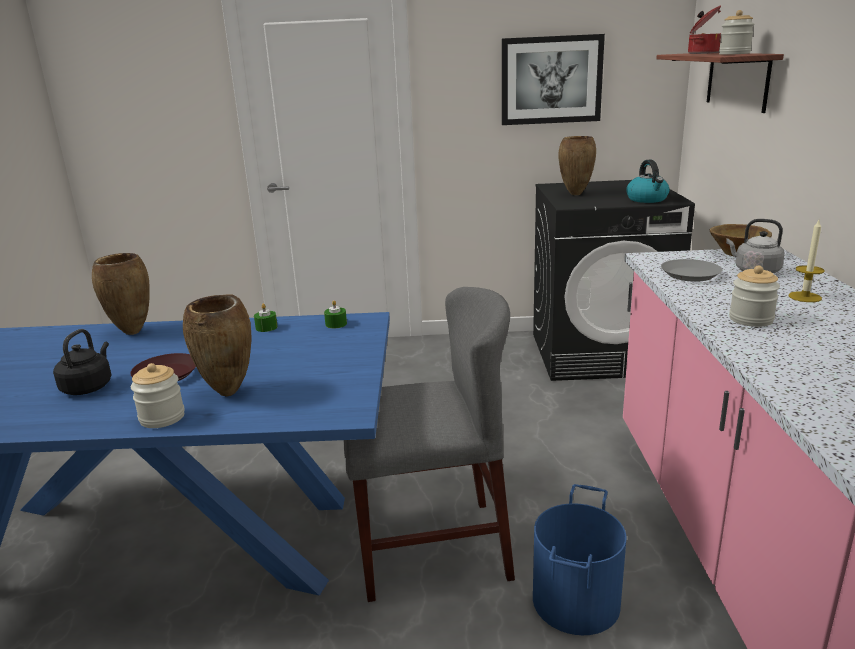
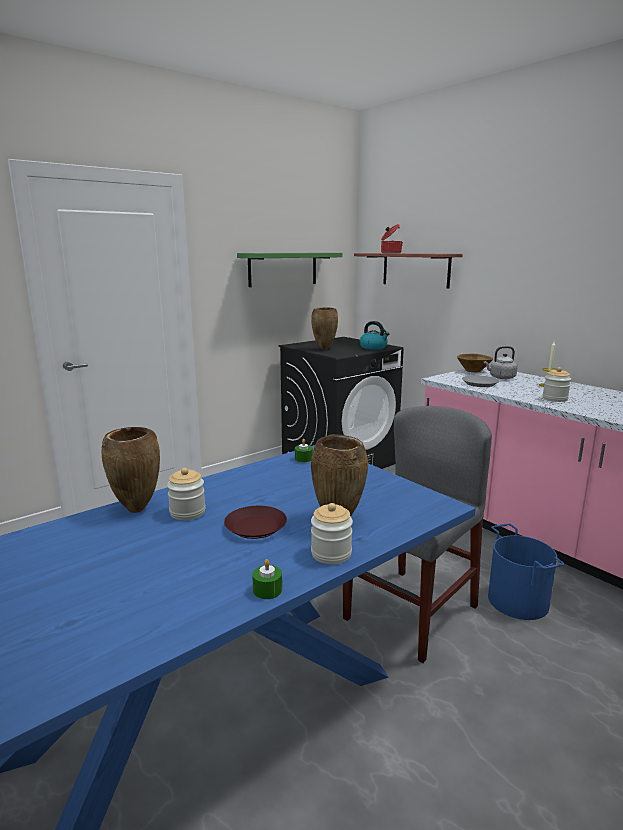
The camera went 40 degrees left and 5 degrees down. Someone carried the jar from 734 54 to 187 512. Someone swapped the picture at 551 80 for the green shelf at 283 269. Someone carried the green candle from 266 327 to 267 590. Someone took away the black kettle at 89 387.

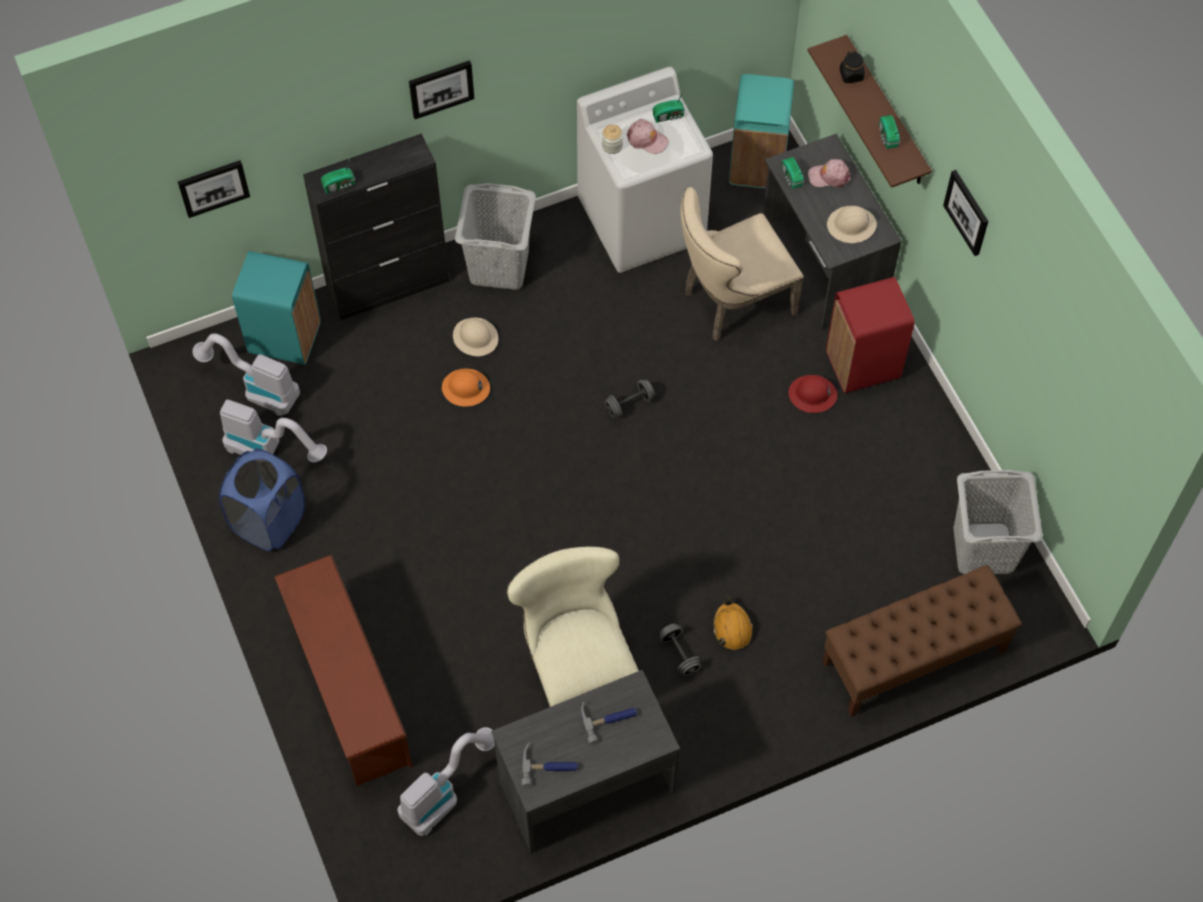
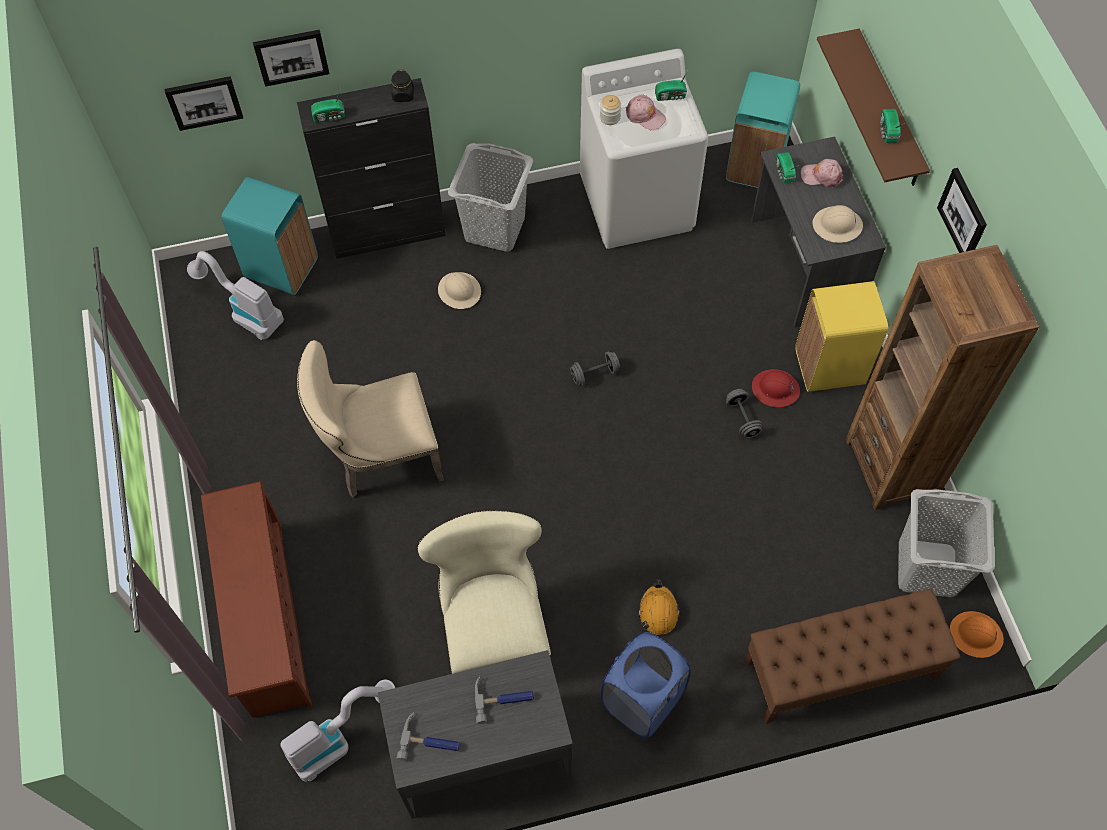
The camera went 10 degrees right and 0 degrees up. Someone carried the black jar from 851 75 to 403 95. Someone carried the picture from 441 88 to 291 56. Someone carried the beige chair from 732 302 to 380 458. Someone repainted the red trash can at 862 364, which became the yellow trash can at 828 366. Someone carried the orange hard hat from 466 388 to 975 635. Someone took away the vacuum cleaner at 270 450. Someone carried the blue laundry basket from 269 521 to 642 700. Someone carried the grey dumbbell from 679 654 to 742 419. Someone put down the brown bookcase at 892 466.

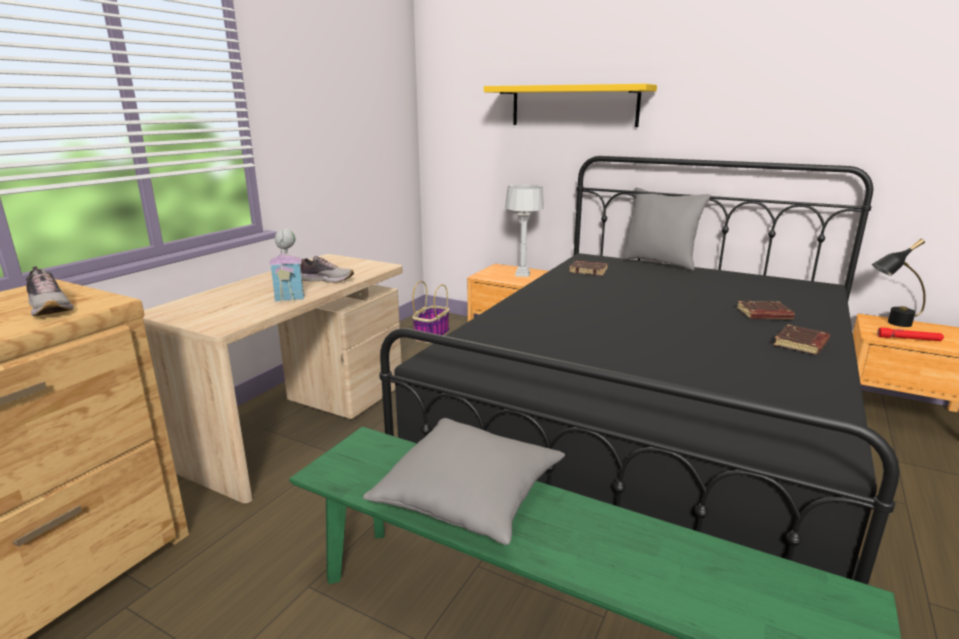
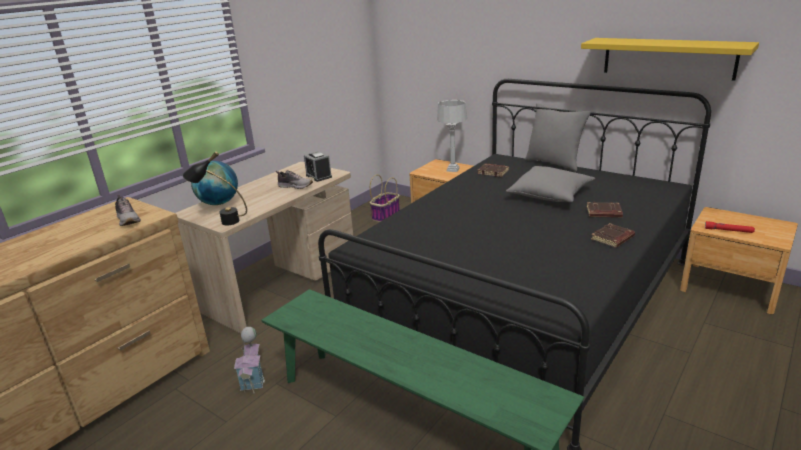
The camera went 10 degrees right and 5 degrees up. Someone carried the yellow shelf from 574 106 to 668 58. Someone carried the toy house from 290 293 to 253 377. Someone carried the black table lamp from 890 323 to 222 222. Someone carried the grey pillow from 469 496 to 550 195. Someone put down the alarm clock at 319 176. Someone put down the globe at 219 203.

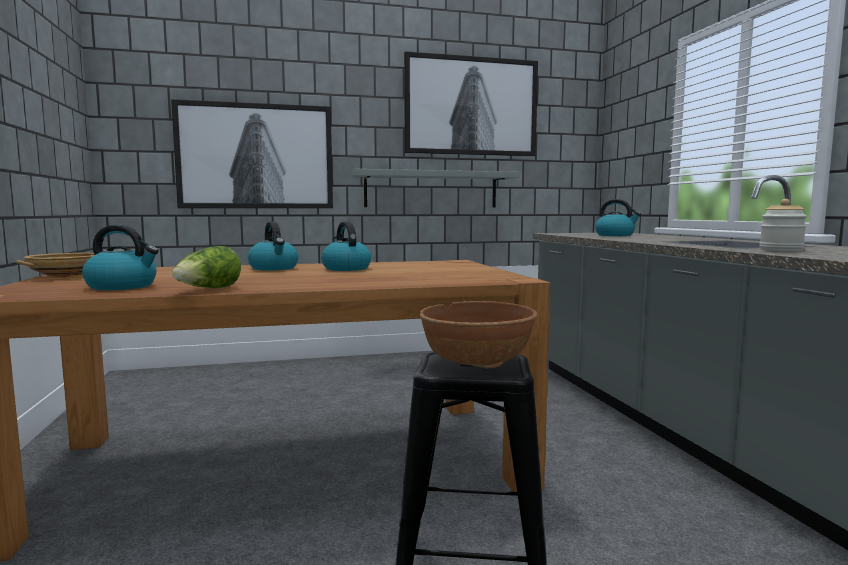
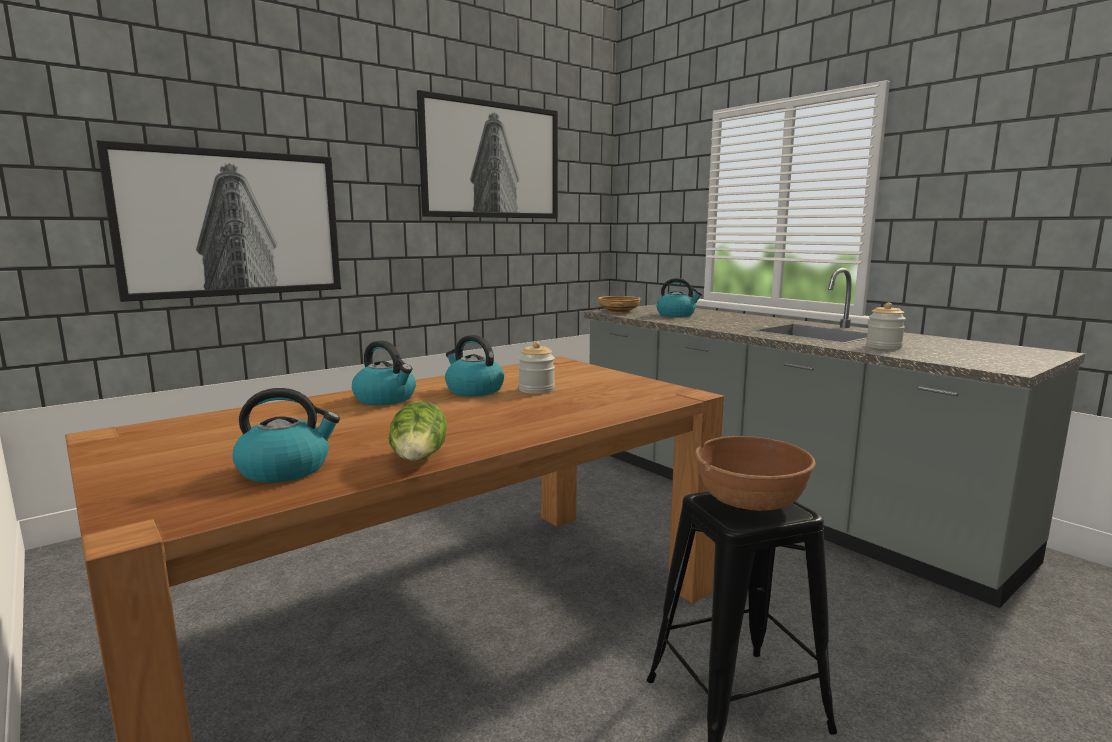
The camera went 25 degrees left and 5 degrees up. Someone took away the grey shelf at 431 189. Someone carried the beige bowl from 65 276 to 619 312. Someone put down the jar at 536 390.

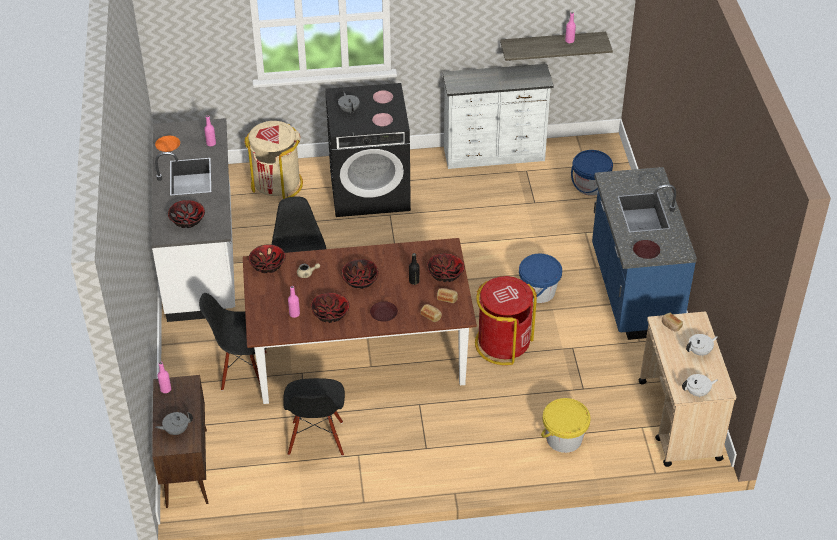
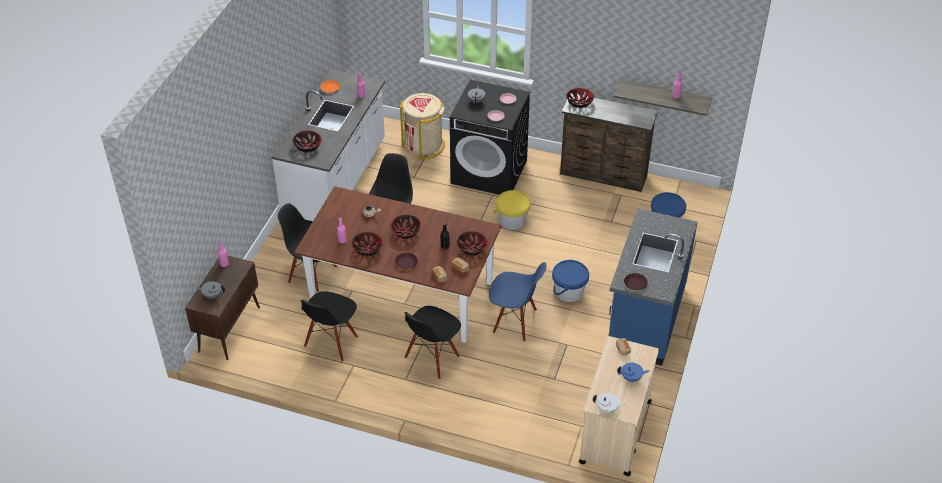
The camera went 25 degrees right and 0 degrees up. Someone repainted the white dresser at 495 155, which became the brown dresser at 603 175. Someone carried the bowl from 267 265 to 579 103. Someone swapped the red trash can at 503 343 for the blue chair at 515 322. Someone repainted the white teapot at 700 351, which became the blue teapot at 631 378. Someone carried the yellow bucket from 564 438 to 512 221. Someone put down the black chair at 432 358.

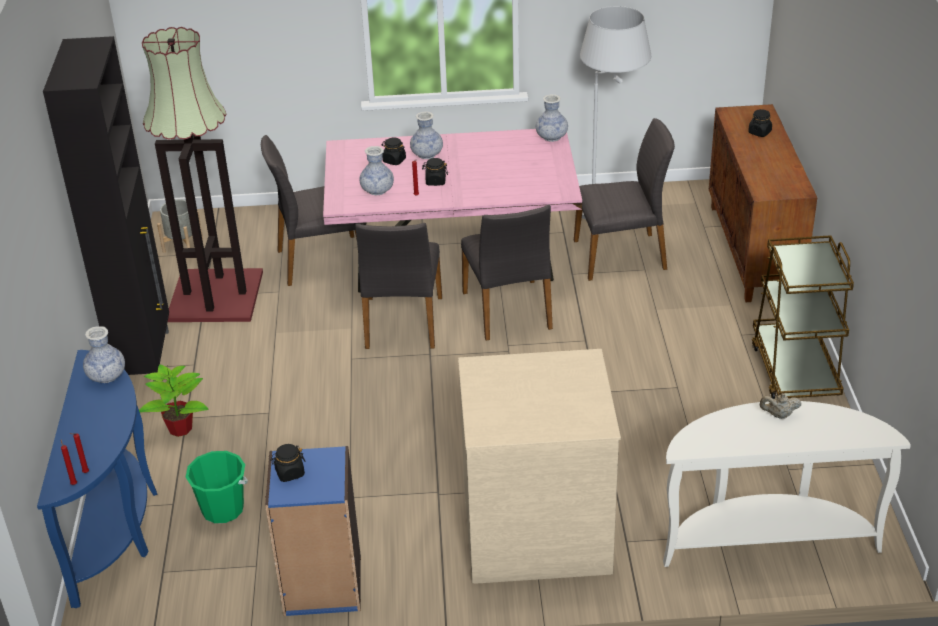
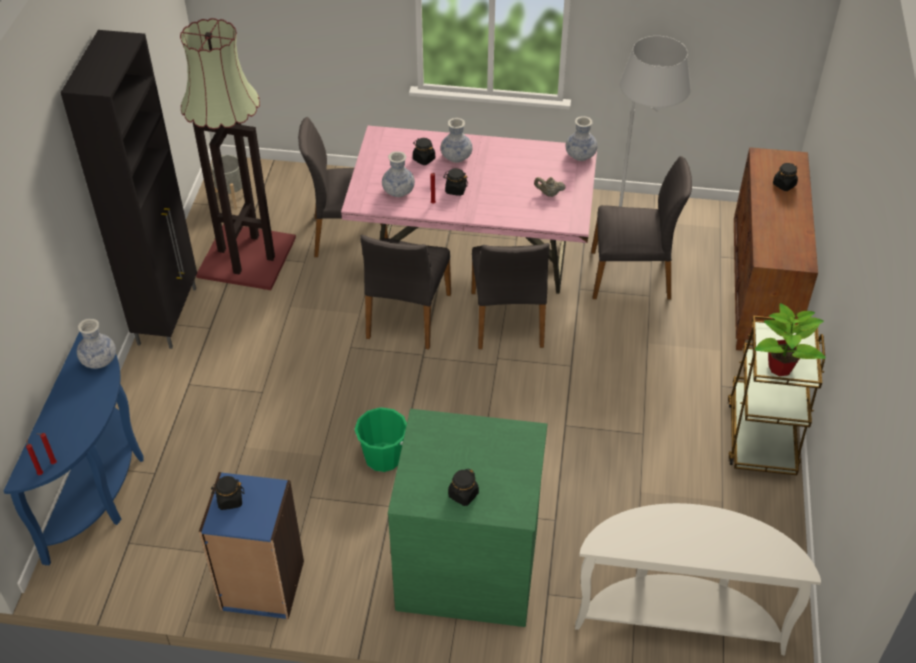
The camera went 10 degrees right and 10 degrees up. Someone repainted the beige dresser at 536 530, which became the green dresser at 468 565. Someone carried the potted plant from 181 428 to 781 367. Someone carried the beige teapot from 779 415 to 549 194. Someone carried the green bucket from 223 509 to 383 457. Someone put down the black jar at 463 495.

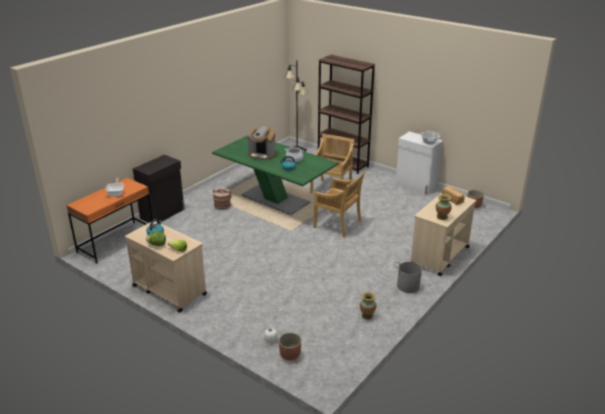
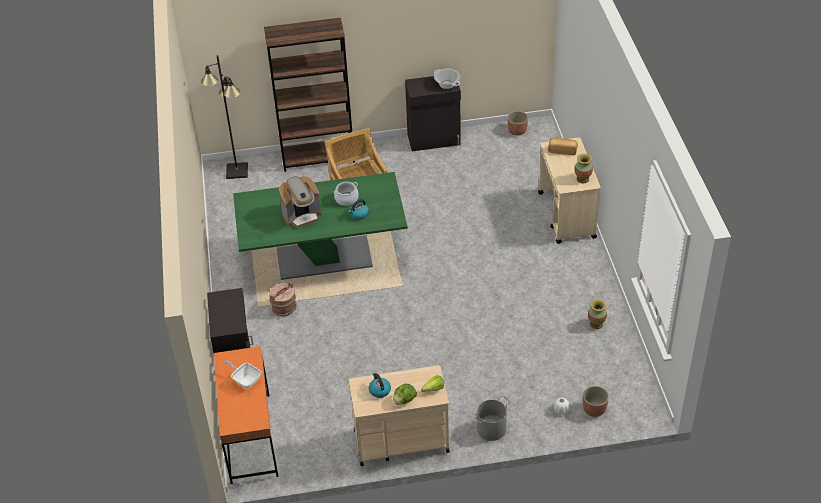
The camera went 45 degrees left and 15 degrees up. Someone repainted the white cabinet at 416 186, which became the black cabinet at 434 140. Someone took away the beige chair at 338 224. Someone carried the grey bucket from 408 286 to 491 429.

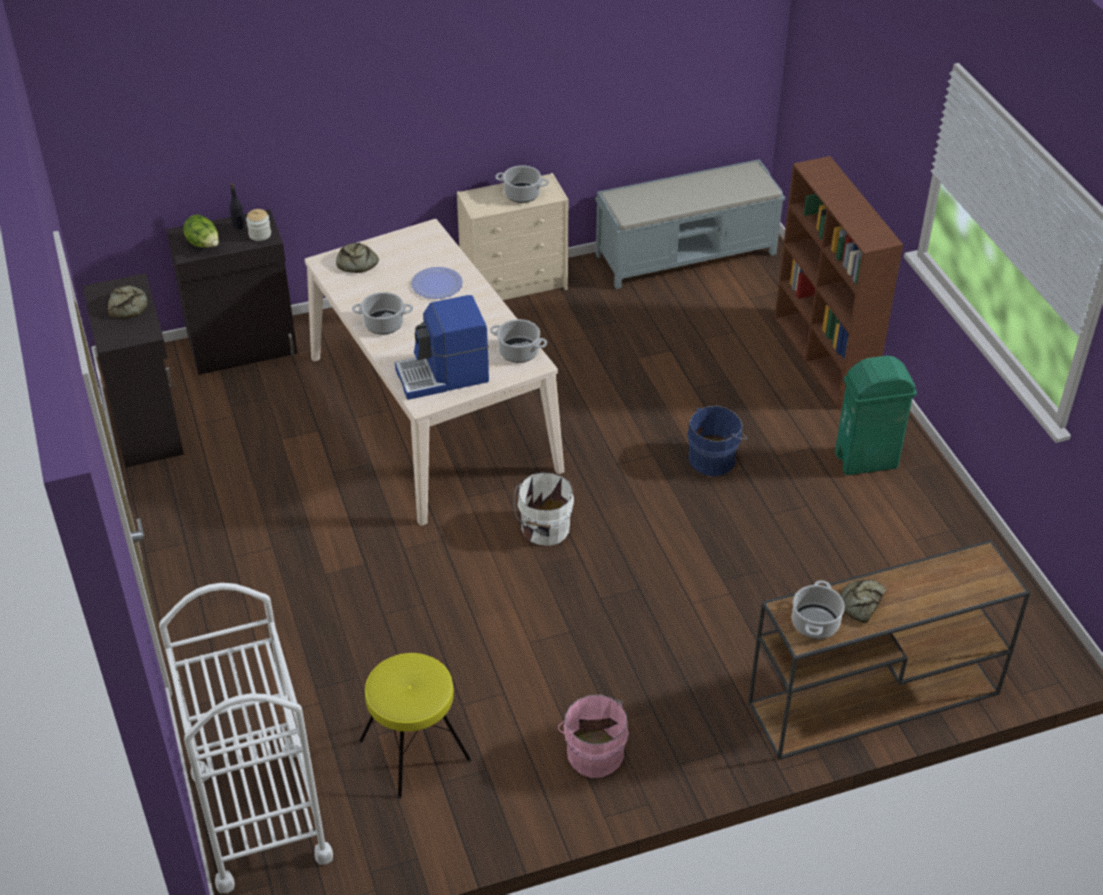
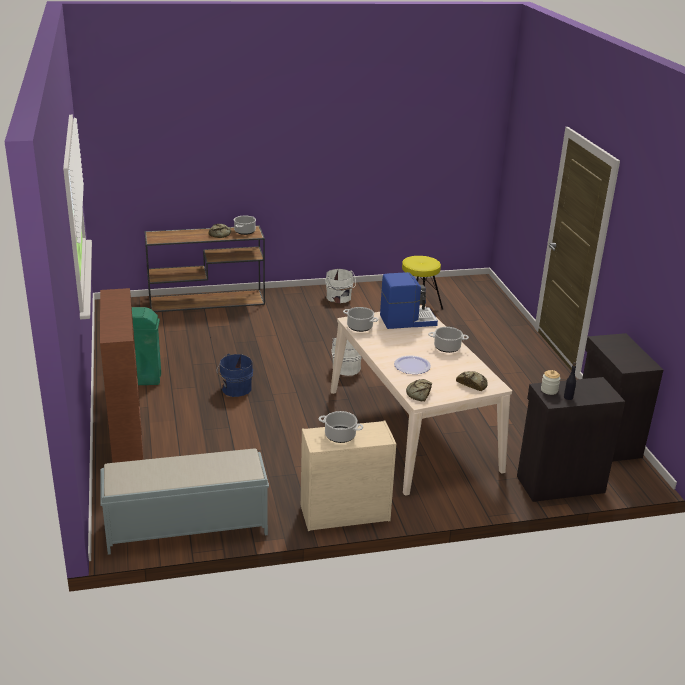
The camera went 175 degrees left and 15 degrees down. Someone took away the lettuce at 204 245. Someone carried the bread from 129 306 to 419 393. Someone took away the white cart at 260 816. Someone repainted the pink bucket at 593 752, which became the white bucket at 339 298.

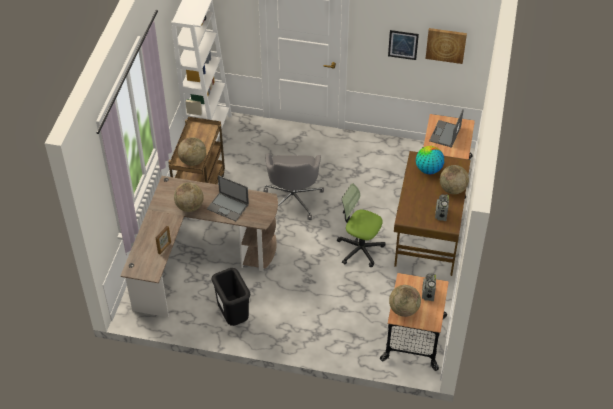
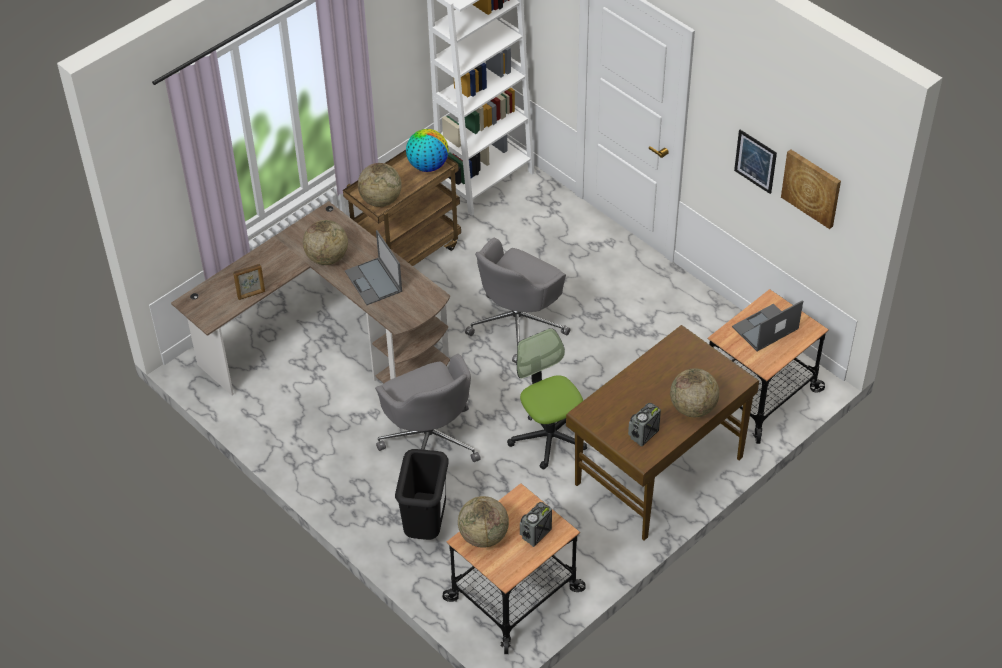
The camera went 35 degrees right and 0 degrees up. Someone carried the globe from 428 169 to 428 165. Someone carried the black trash can from 234 317 to 426 527. Someone put down the grey office chair at 430 440.

